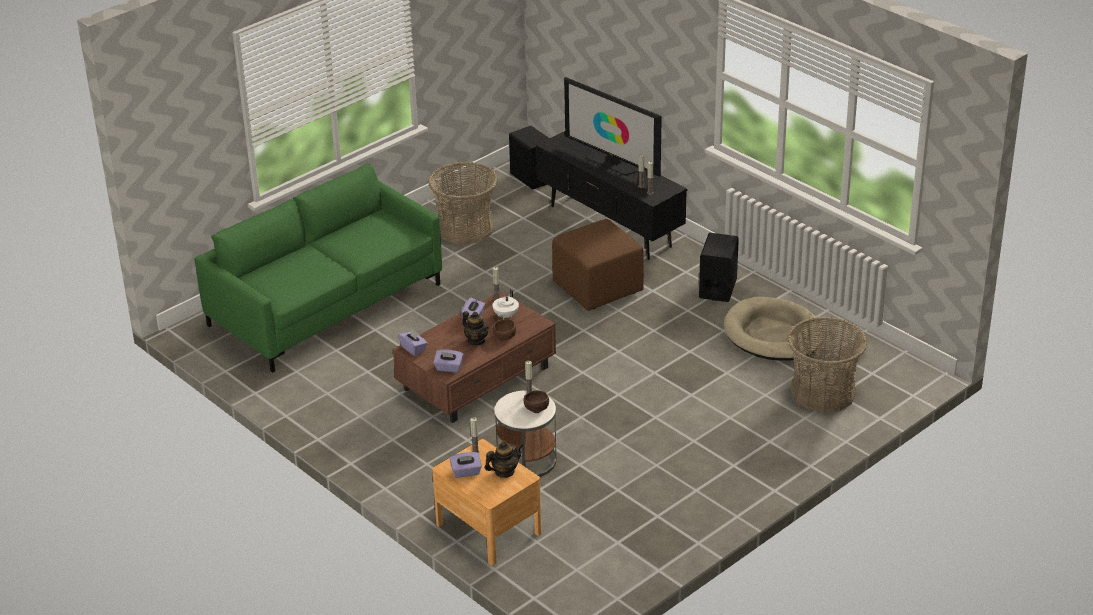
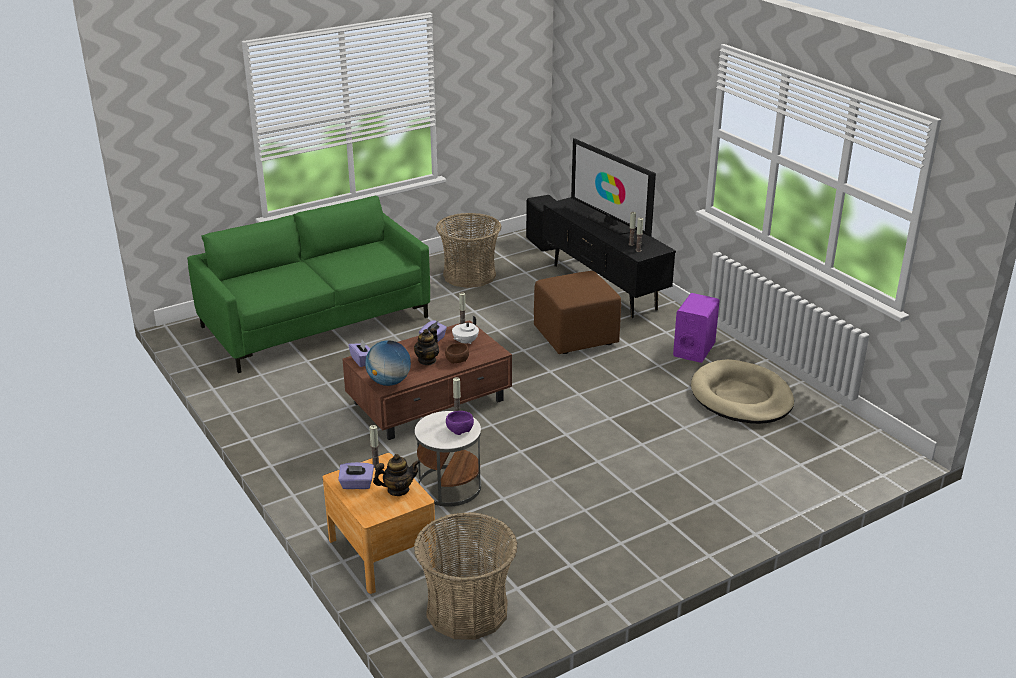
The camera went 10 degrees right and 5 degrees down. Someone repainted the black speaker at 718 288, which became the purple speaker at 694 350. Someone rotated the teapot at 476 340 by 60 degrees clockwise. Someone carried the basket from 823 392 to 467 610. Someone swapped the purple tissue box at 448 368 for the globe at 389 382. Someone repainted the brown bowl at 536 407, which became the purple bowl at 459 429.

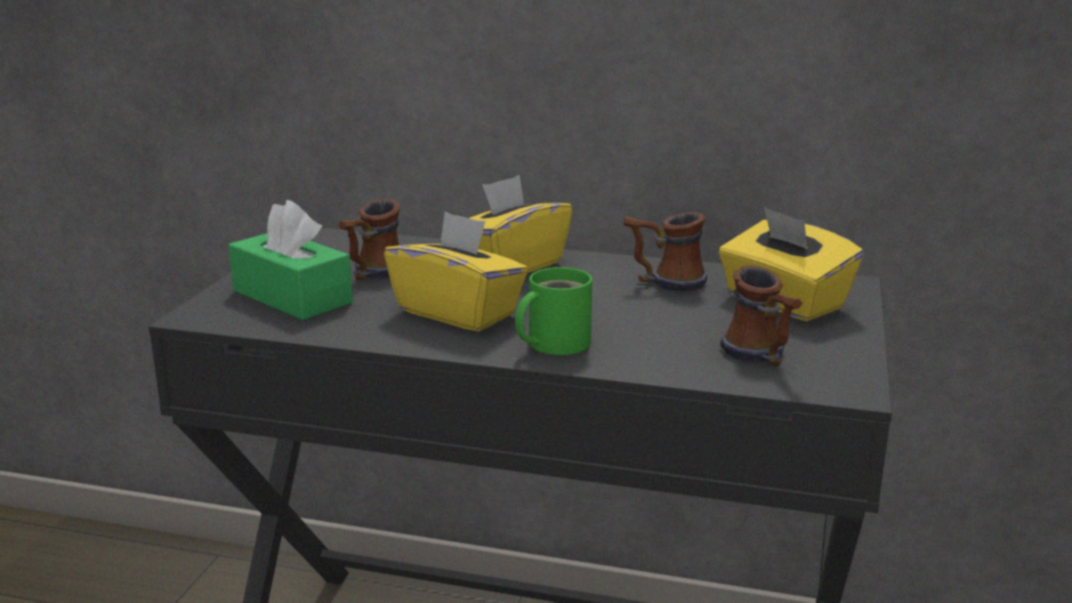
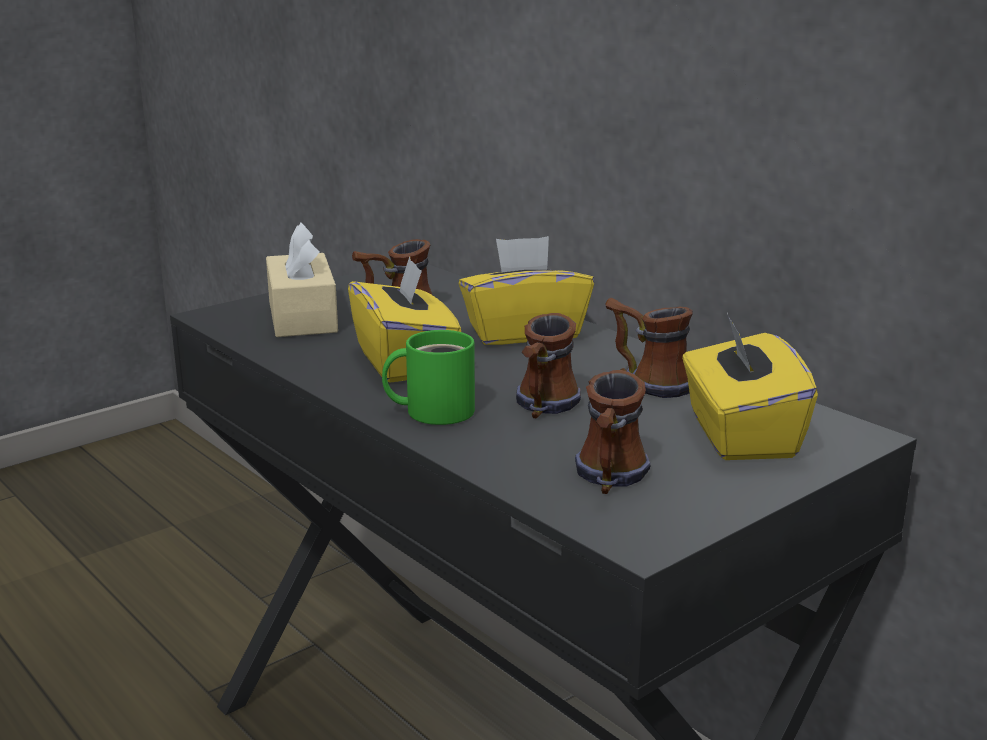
The camera went 35 degrees right and 0 degrees up. Someone repainted the green tissue box at 292 297, which became the beige tissue box at 302 316. Someone put down the mug at 542 408.

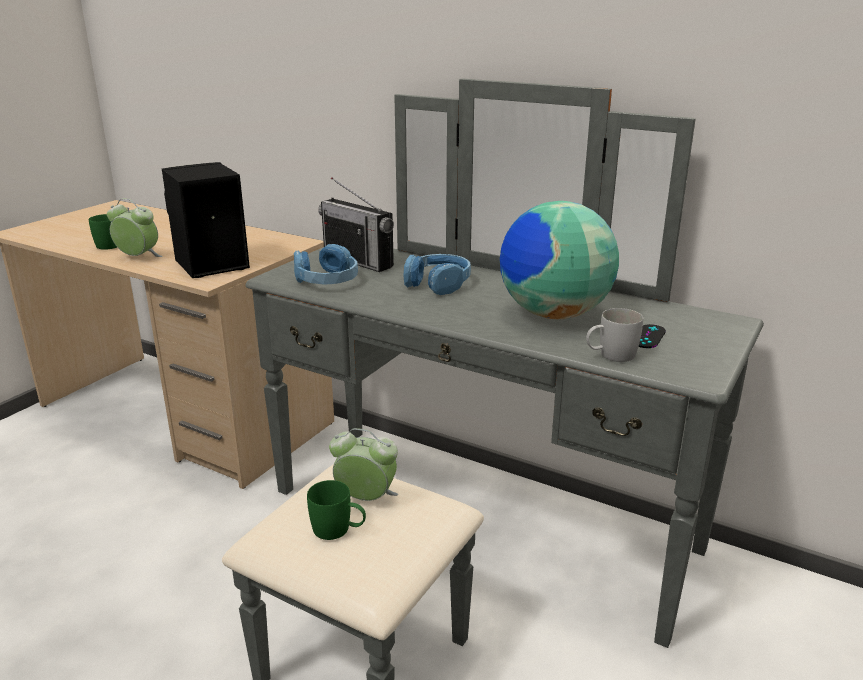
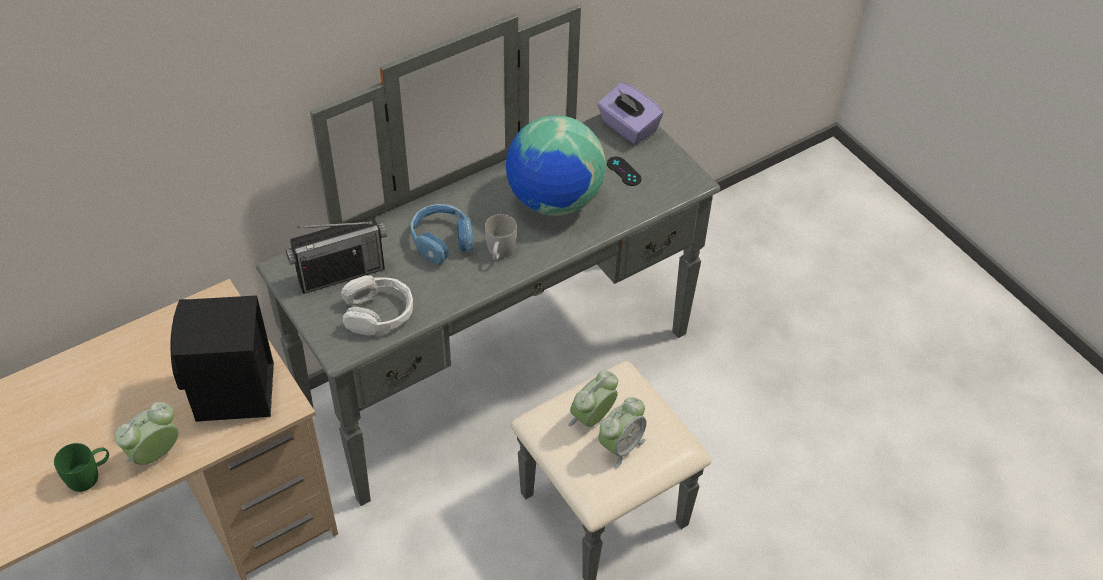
The camera went 65 degrees left and 25 degrees up. Someone repainted the blue headphones at 326 280, which became the white headphones at 378 313. Someone carried the white mug from 610 355 to 499 252. Someone swapped the green mug at 338 530 for the alarm clock at 620 446. Someone put down the purple tissue box at 628 127.

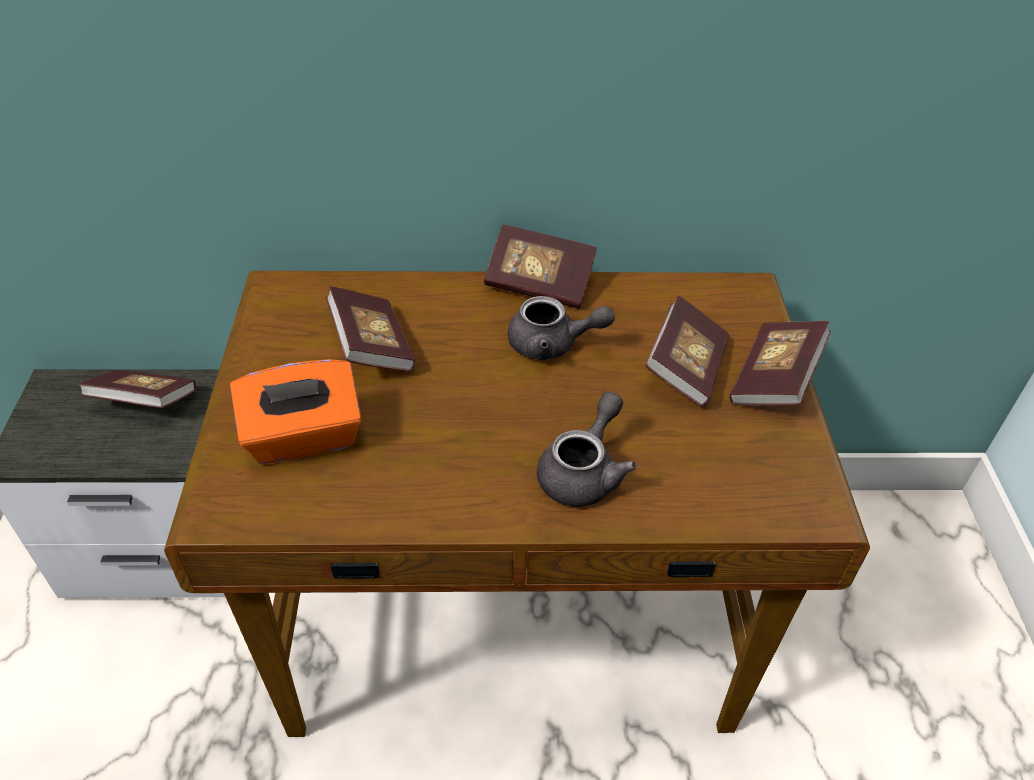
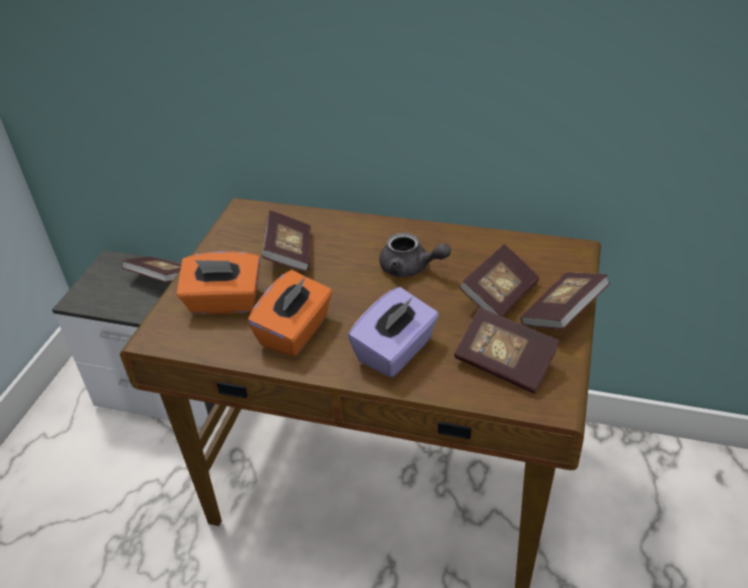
The camera went 20 degrees right and 5 degrees down. Someone carried the book from 539 284 to 504 364. Someone swapped the grey teapot at 584 472 for the purple tissue box at 396 351. Someone put down the orange tissue box at 295 332.

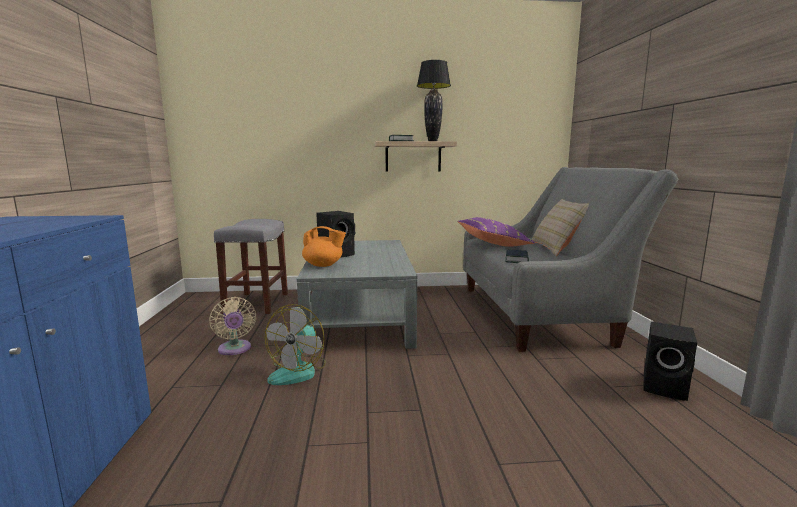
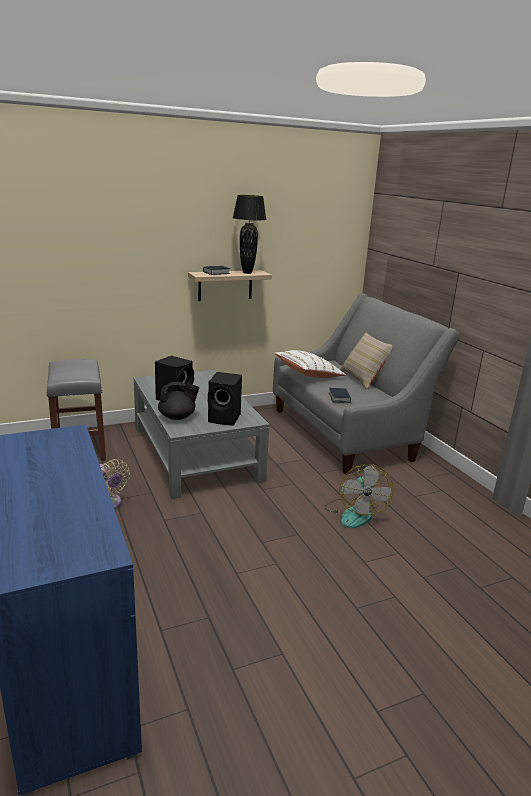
The camera went 20 degrees left and 10 degrees up. Someone repainted the purple pillow at 493 244, which became the white pillow at 308 375. Someone repainted the orange teapot at 324 265, which became the black teapot at 178 417. Someone carried the fan from 299 371 to 354 513. Someone carried the black speaker from 666 387 to 225 418.

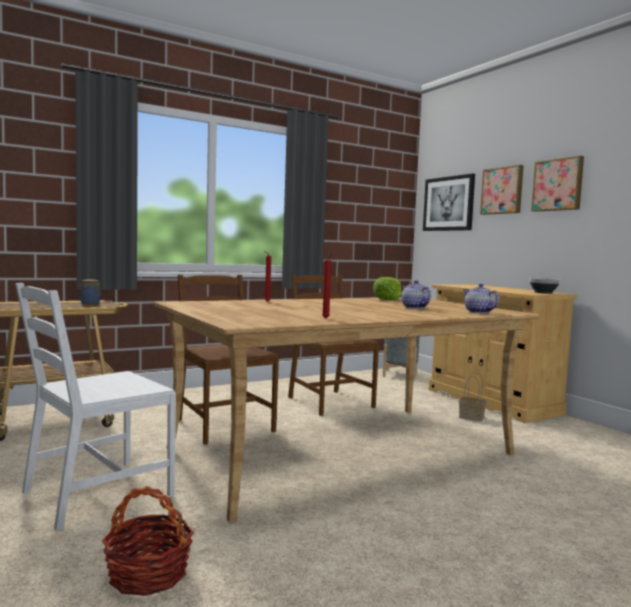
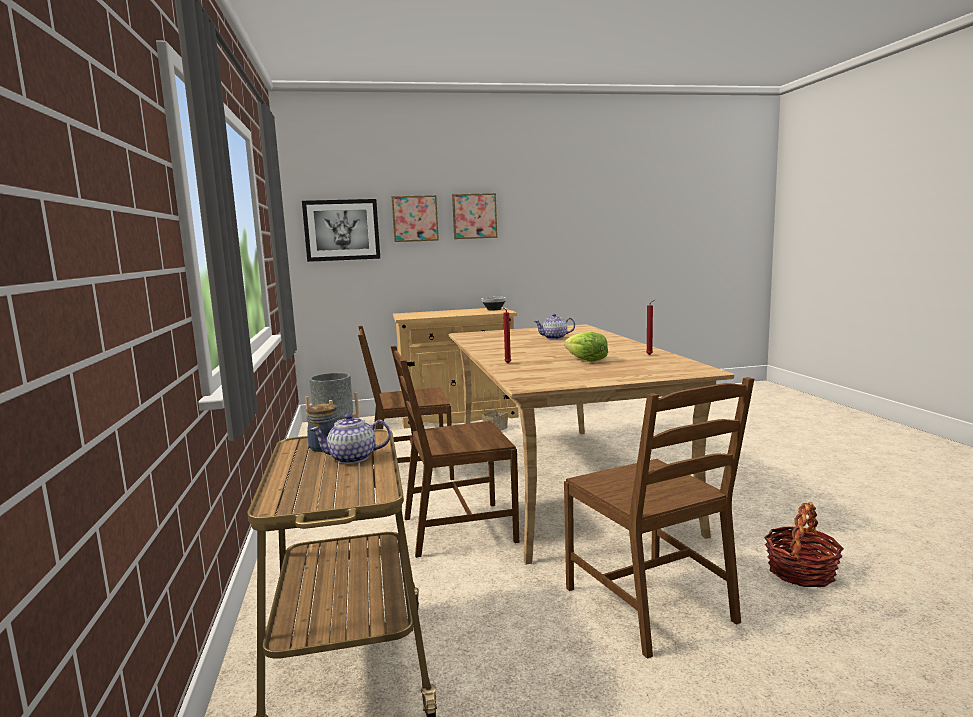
The camera went 70 degrees left and 5 degrees up. Someone carried the lettuce from 388 299 to 586 360. Someone repainted the white chair at 96 493, which became the brown chair at 651 604. Someone carried the teapot from 478 312 to 352 458.

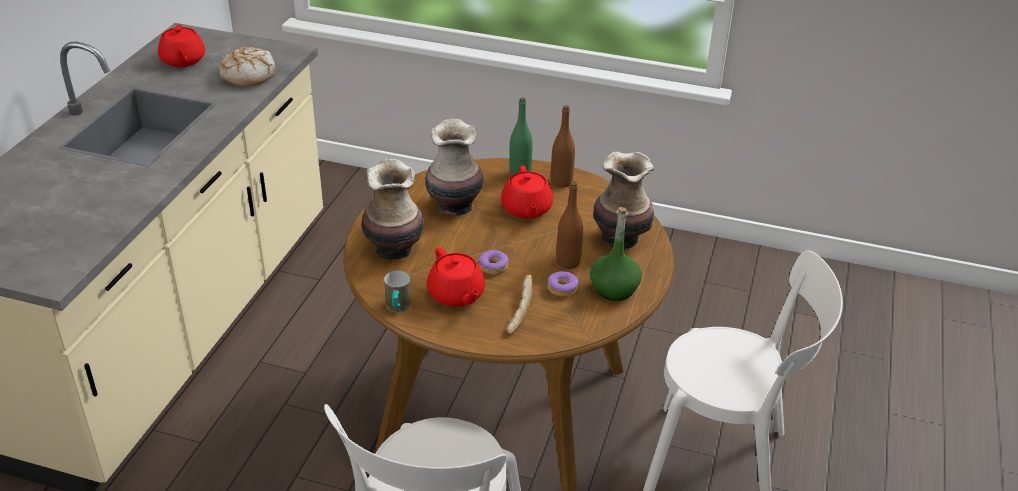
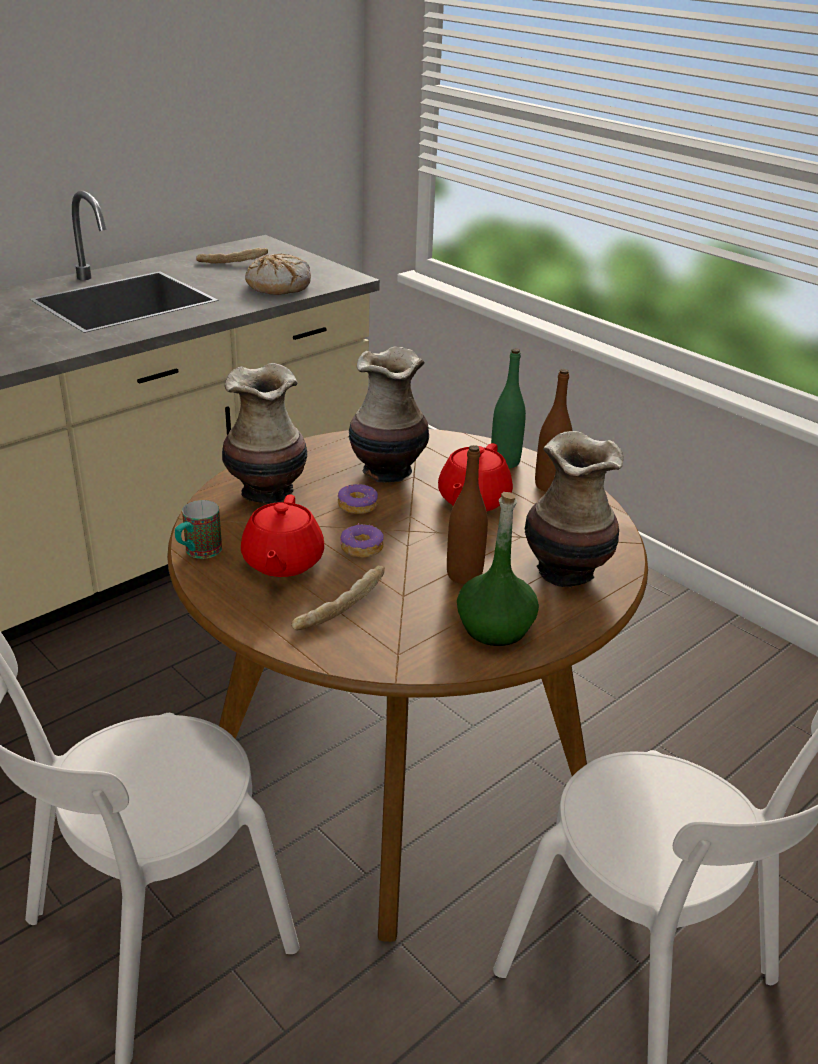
The camera went 30 degrees right and 5 degrees down. Someone swapped the red teapot at 183 61 for the bread at 232 262. Someone carried the donut from 562 288 to 358 505.

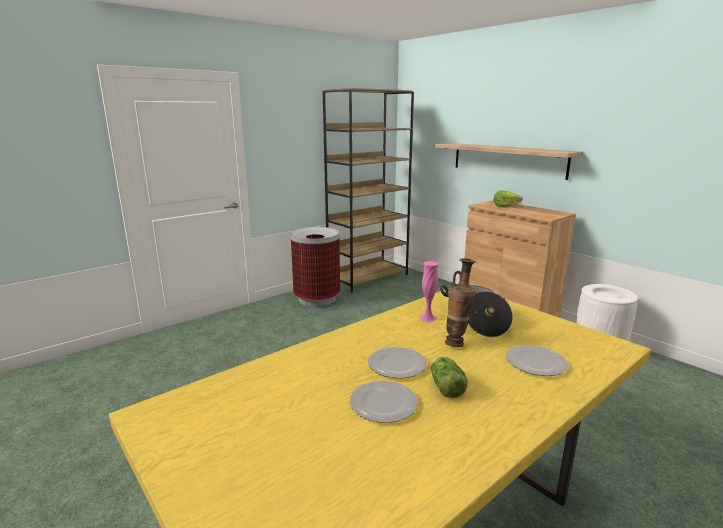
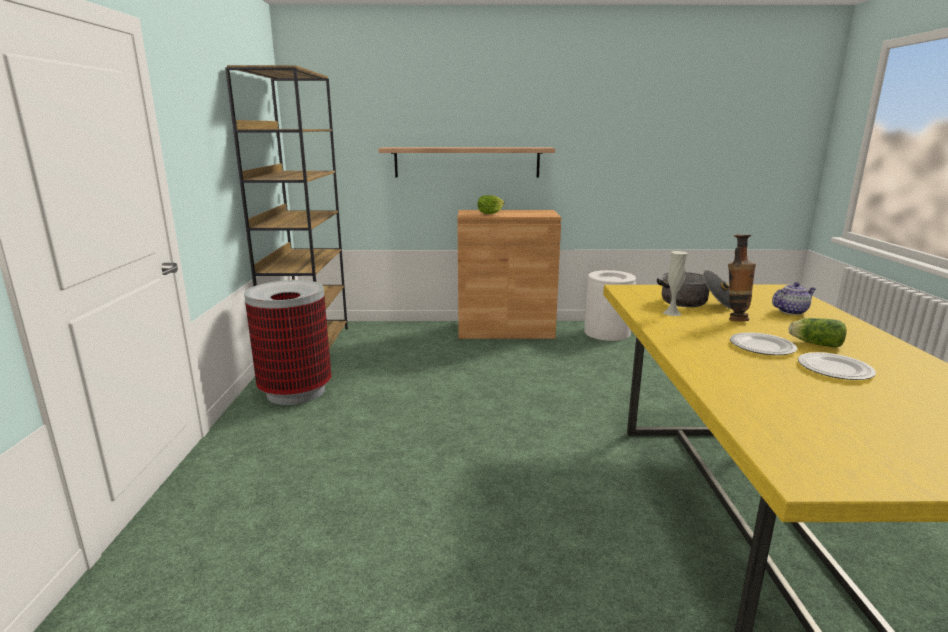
The camera went 50 degrees left and 0 degrees up. Someone repainted the pink vase at 428 318, which became the white vase at 672 313. Someone swapped the plate at 536 362 for the teapot at 791 311.

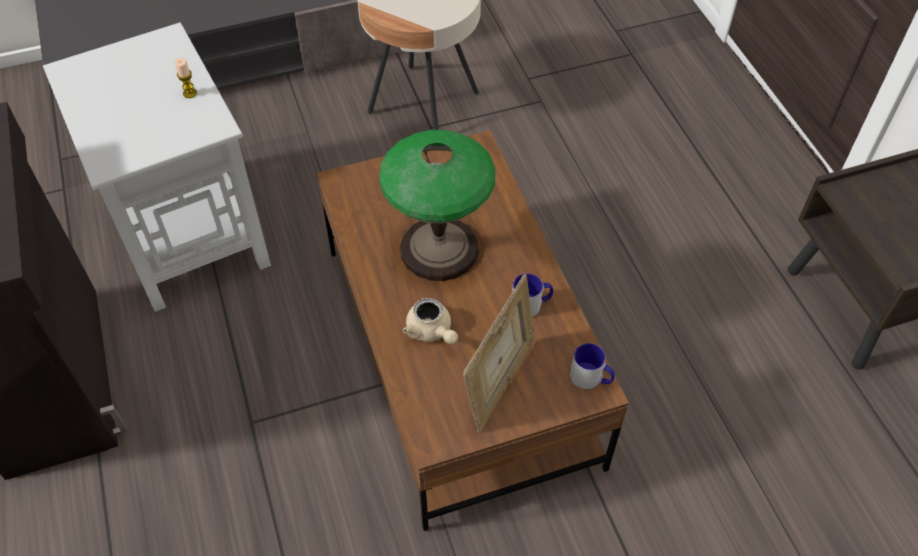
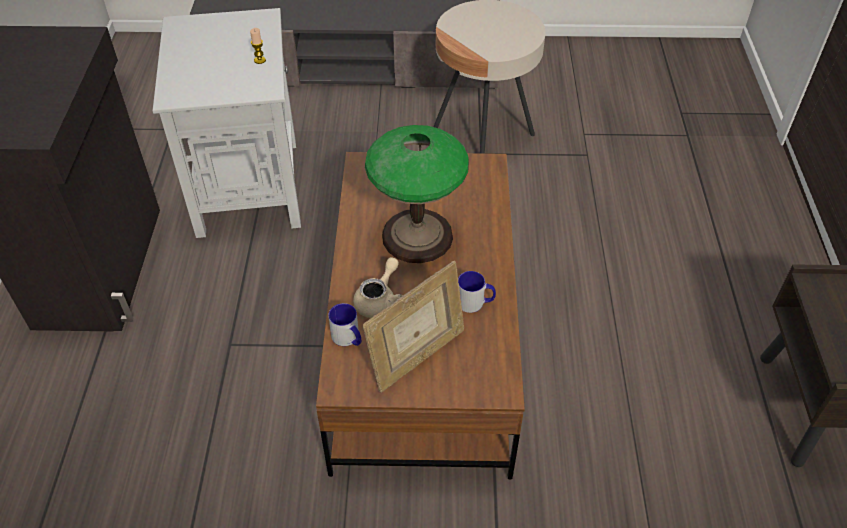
The camera went 20 degrees right and 5 degrees down. Someone rotated the beige teapot at 431 331 by 135 degrees counterclockwise. Someone carried the mug from 591 378 to 348 338.

